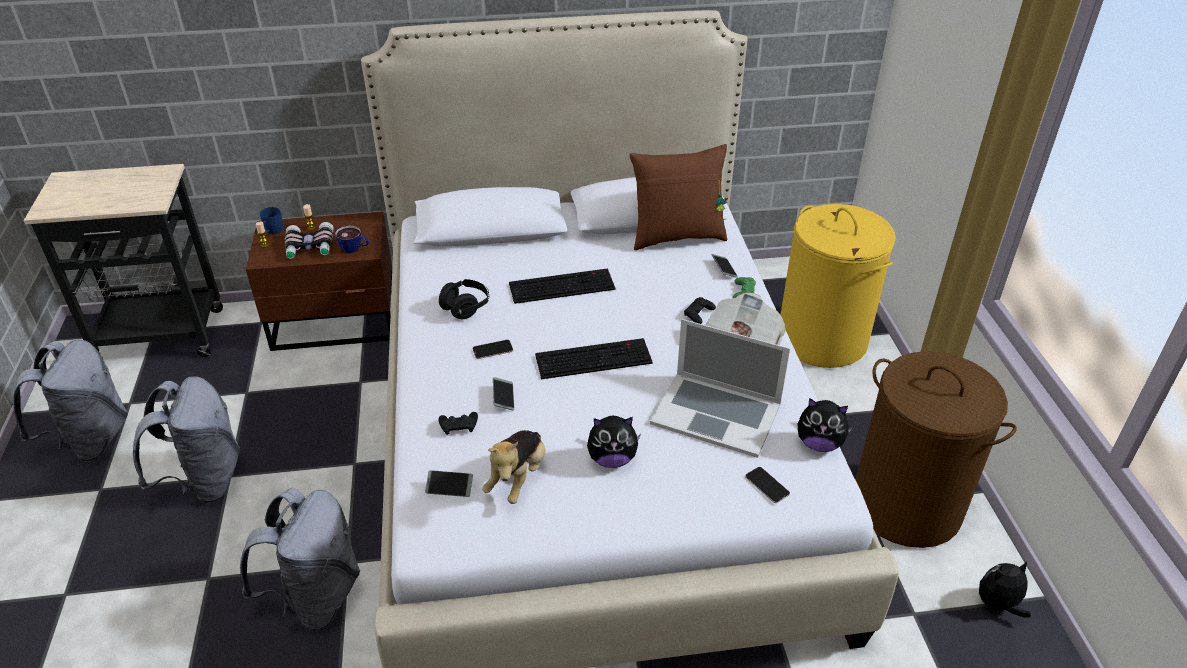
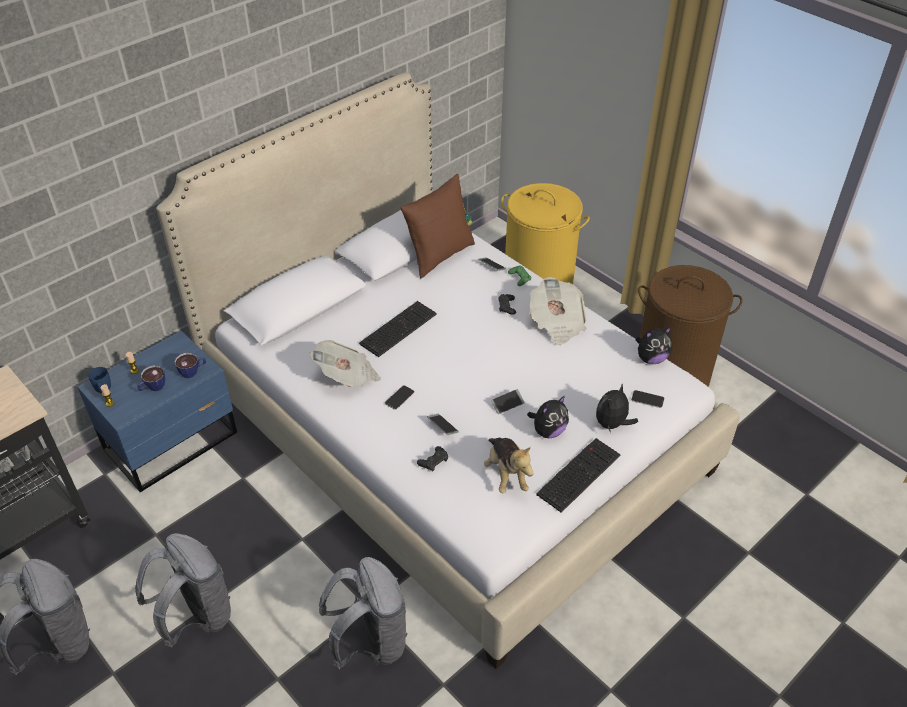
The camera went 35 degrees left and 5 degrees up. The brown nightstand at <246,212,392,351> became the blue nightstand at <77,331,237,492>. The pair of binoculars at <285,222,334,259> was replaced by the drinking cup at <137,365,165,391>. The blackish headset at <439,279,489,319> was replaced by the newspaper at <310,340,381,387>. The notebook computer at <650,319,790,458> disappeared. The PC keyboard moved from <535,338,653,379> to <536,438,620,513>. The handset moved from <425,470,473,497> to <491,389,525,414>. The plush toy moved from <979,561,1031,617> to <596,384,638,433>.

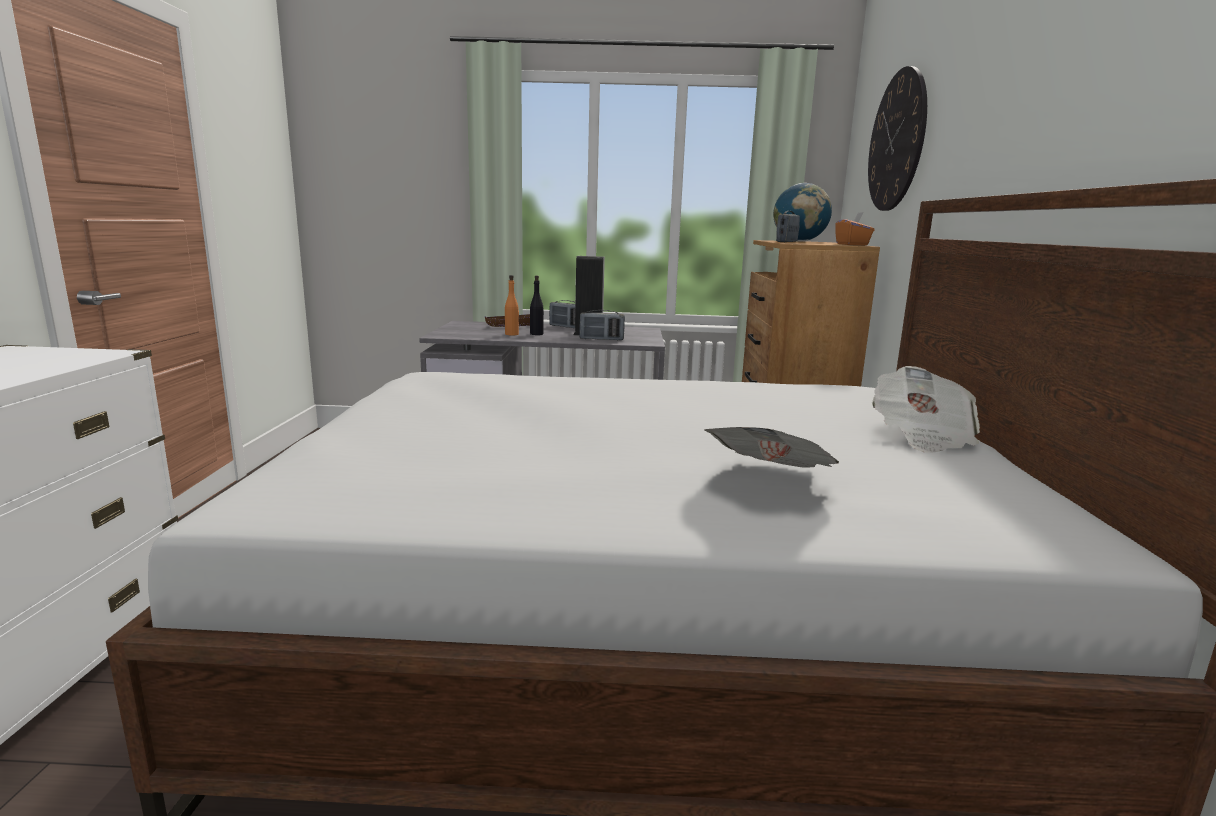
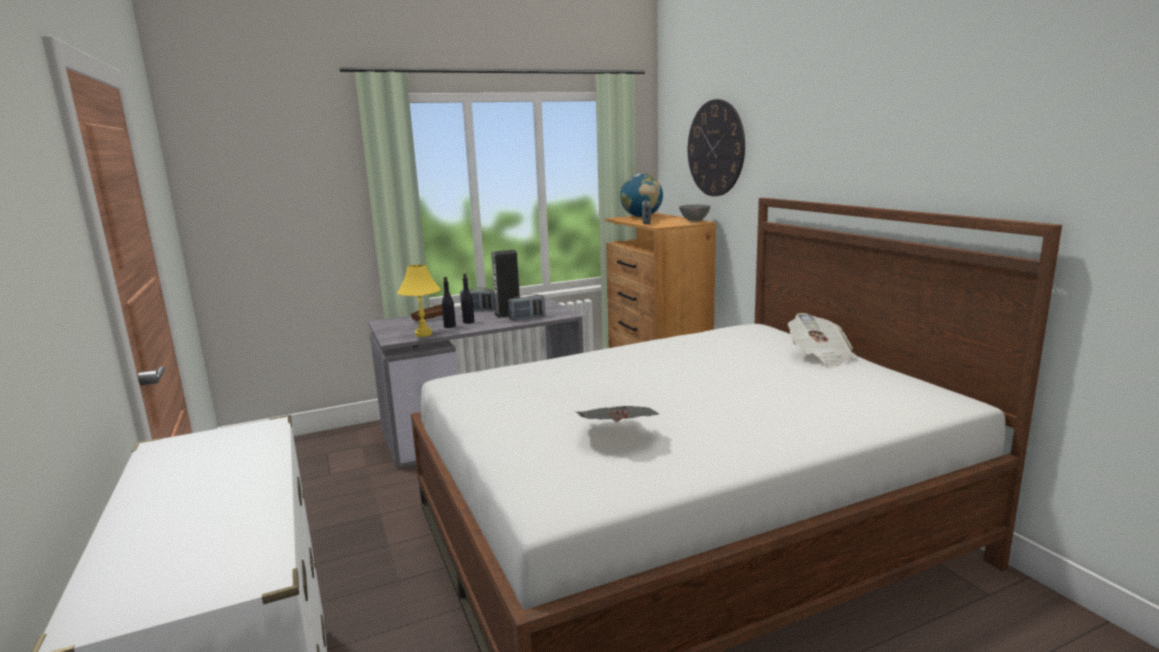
The camera went 25 degrees left and 0 degrees up. The orange-coloured box of tissues at <835,212,875,245> was replaced by the grey serving bowl at <679,204,710,221>. The orange-coloured bottle at <505,275,519,335> became the blackish bottle at <442,277,456,328>. The newspaper moved from <704,427,839,468> to <576,406,659,422>. The yellow-coloured lamp for a table at <397,264,441,337> appeared.

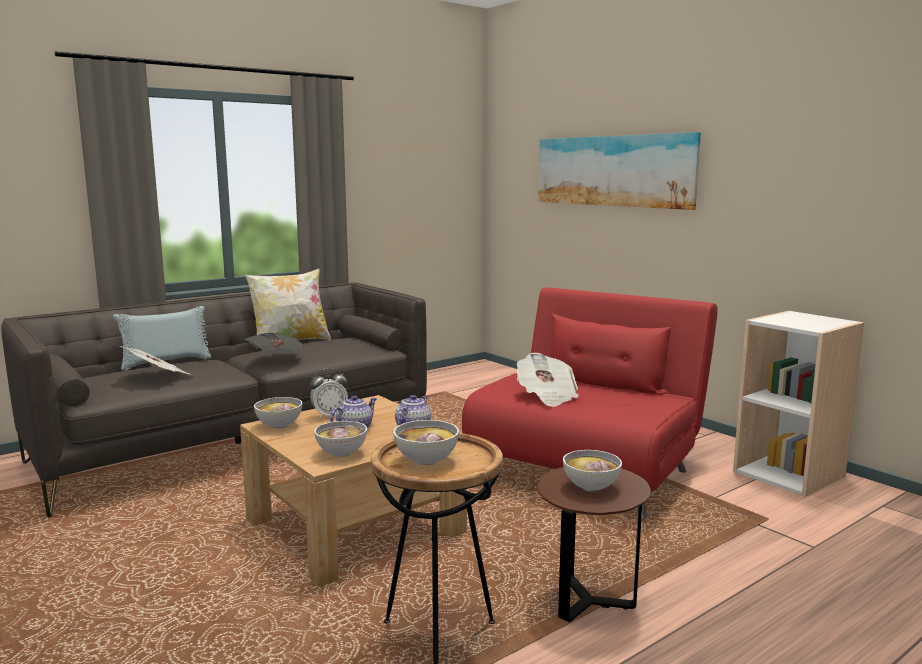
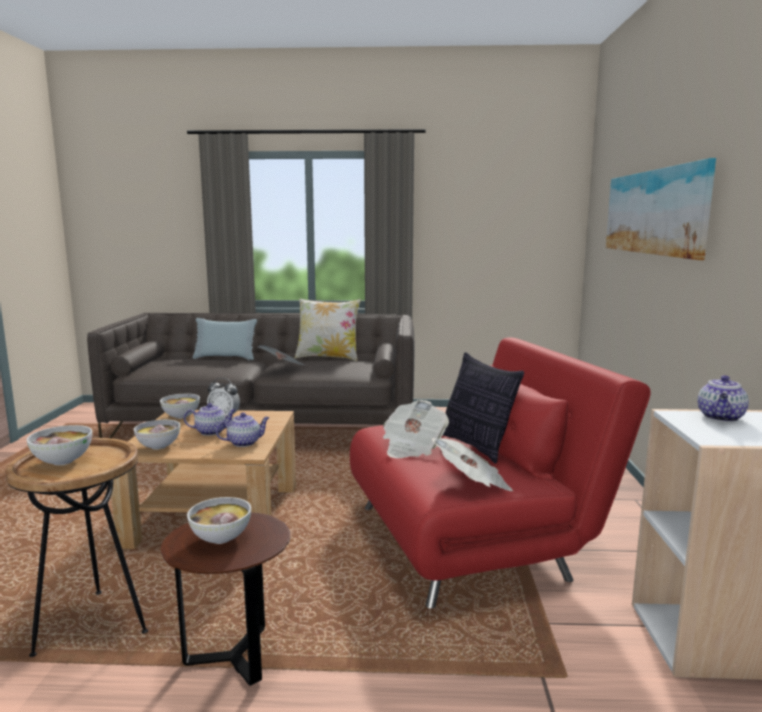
The camera went 40 degrees right and 0 degrees up. The newspaper moved from <119,346,193,375> to <432,438,514,491>. The throw pillow at <443,352,524,464> appeared. The teapot at <698,375,749,422> appeared.

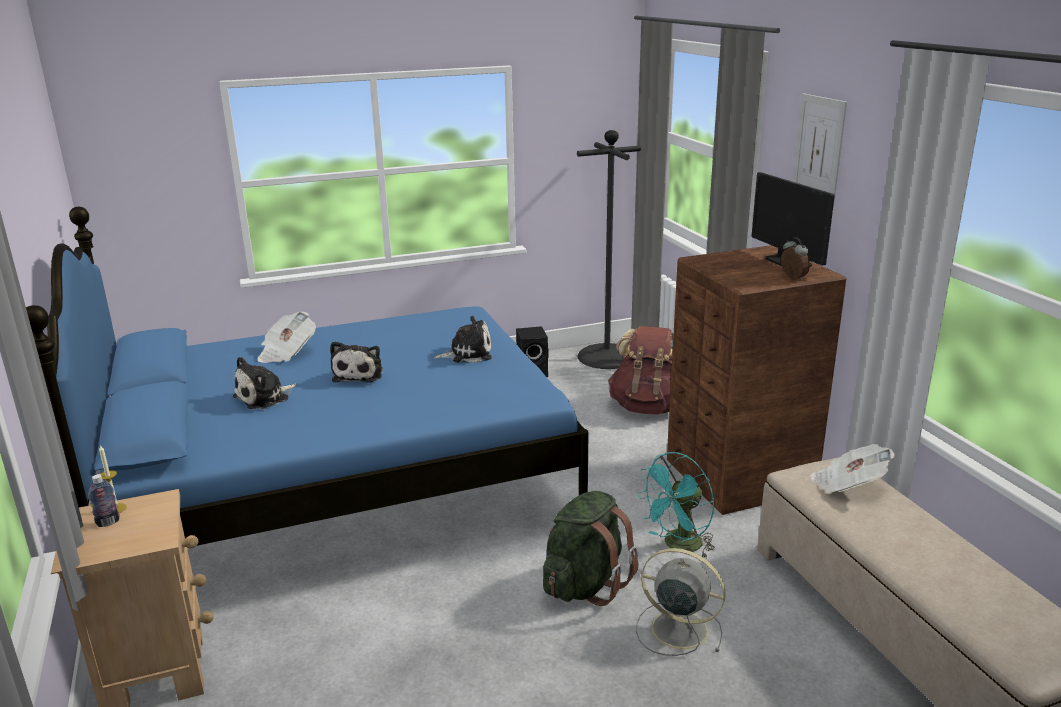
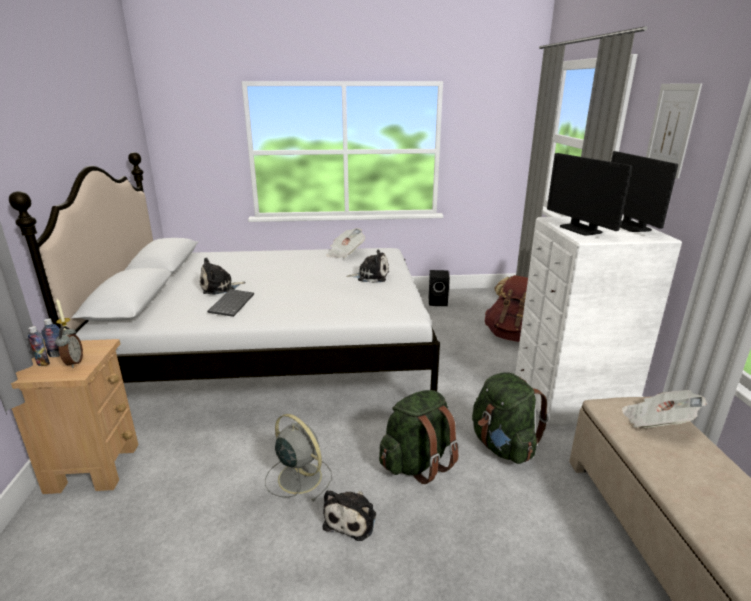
The camera went 15 degrees right and 0 degrees up. The blackish clothes rack at <577,130,641,369> disappeared. The blue bed at <26,207,589,548> became the white-coloured bed at <9,152,440,391>. The table clock moved from <781,237,810,281> to <55,326,83,368>. The brown chest of drawers at <667,245,847,515> became the white-coloured chest of drawers at <515,215,682,427>. The newspaper moved from <257,311,316,363> to <326,228,365,258>. The plush toy moved from <330,341,383,383> to <323,490,376,541>. The turquoise fan at <636,452,715,558> was replaced by the green-coloured knapsack at <472,372,549,464>. The grey fan moved from <636,548,726,656> to <265,414,332,502>. The monitor at <547,153,632,236> appeared. The PC keyboard at <207,289,254,317> appeared. The bottle at <28,326,50,366> appeared.

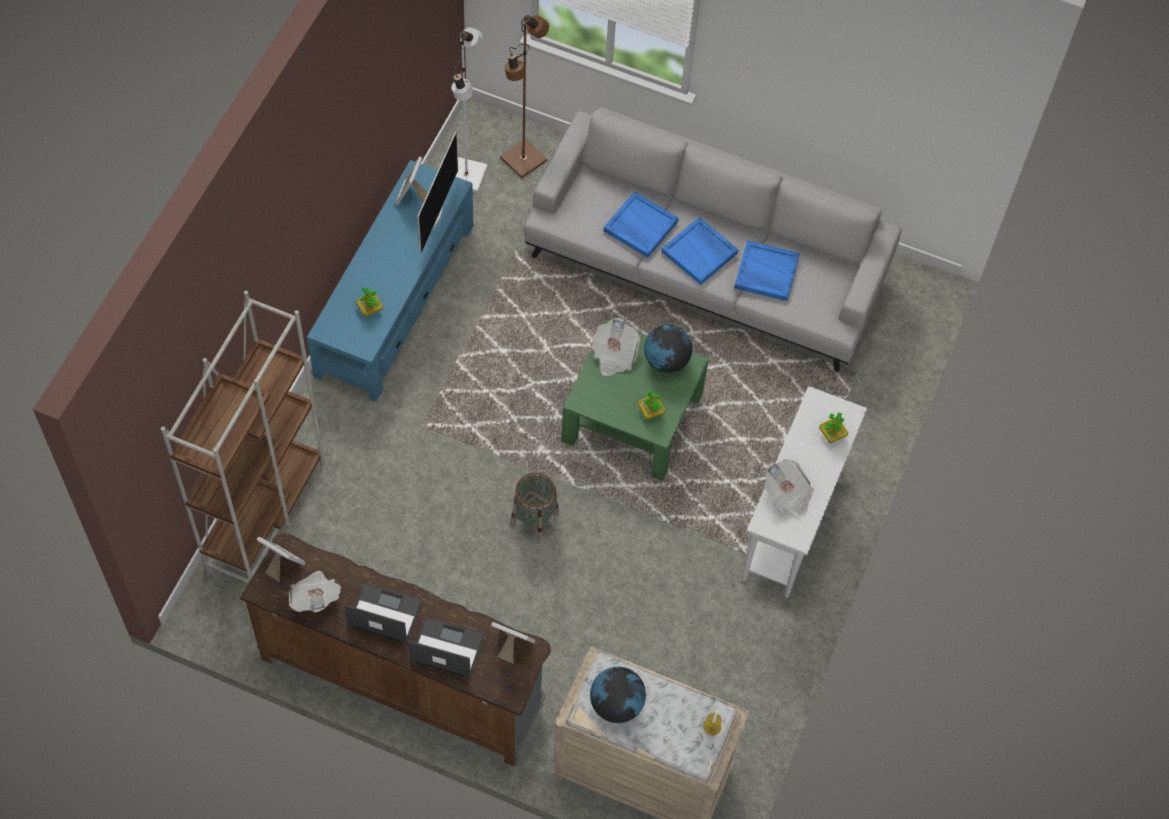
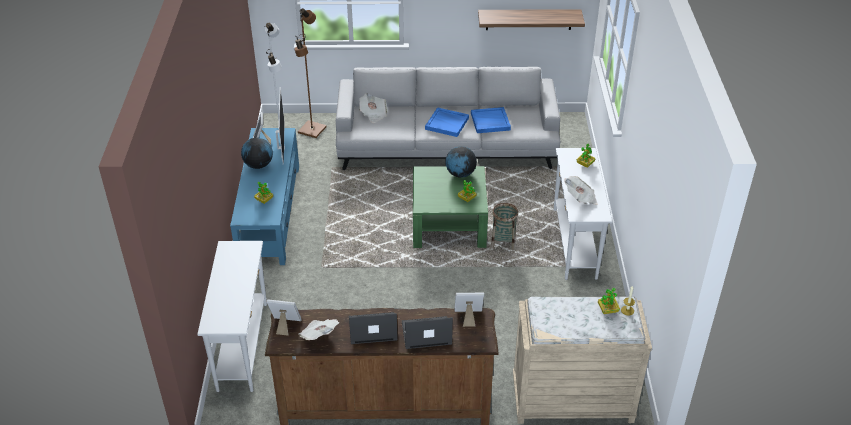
The camera went 20 degrees left and 20 degrees down. The blue tray at <603,191,679,258> disappeared. The brown bookcase at <161,290,325,583> was replaced by the white-coloured console table at <197,241,267,392>. The newspaper moved from <591,318,640,376> to <359,93,387,123>. The basket moved from <511,473,559,540> to <491,203,518,251>. The world globe moved from <590,667,646,723> to <241,138,273,169>. The bracket shelf at <478,9,585,30> appeared. The houseplant at <598,288,620,314> appeared.

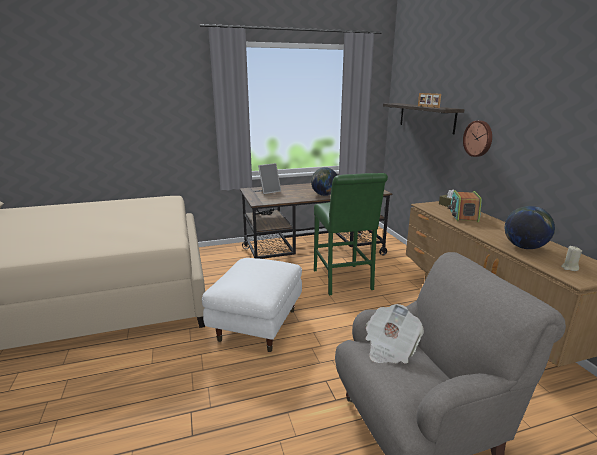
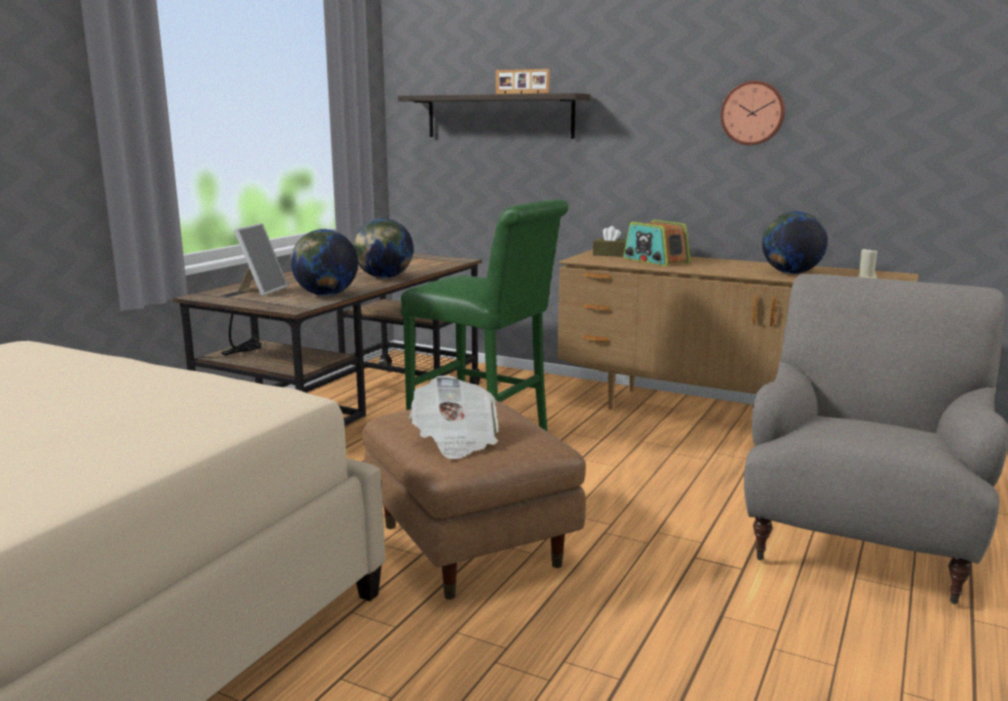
The camera went 45 degrees left and 5 degrees down. The wall clock moved from <463,121,492,157> to <721,81,785,145>. The white-coloured footrest at <202,258,302,352> became the brown footrest at <363,400,586,600>. The newspaper moved from <365,304,424,364> to <409,375,498,459>. The world globe at <291,229,358,296> appeared.

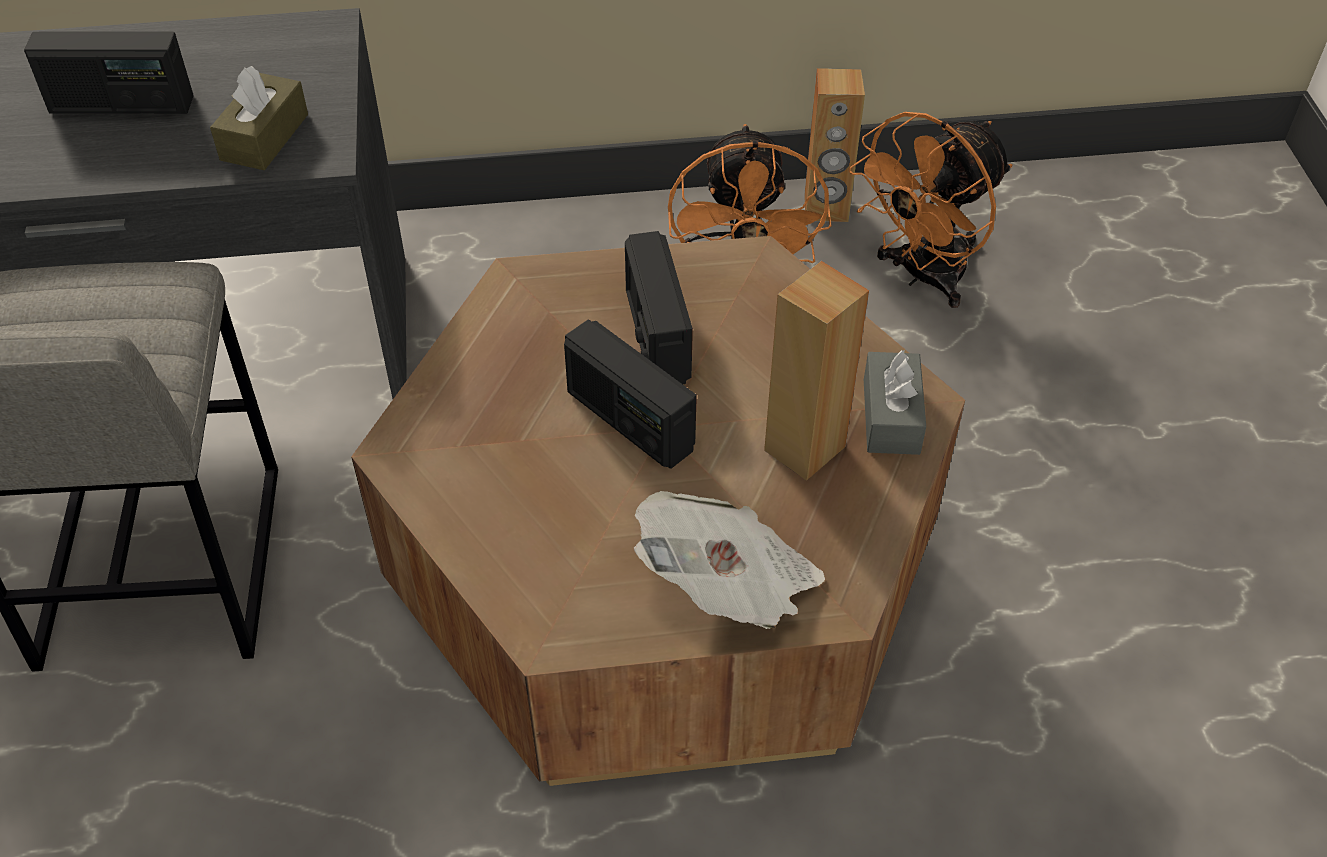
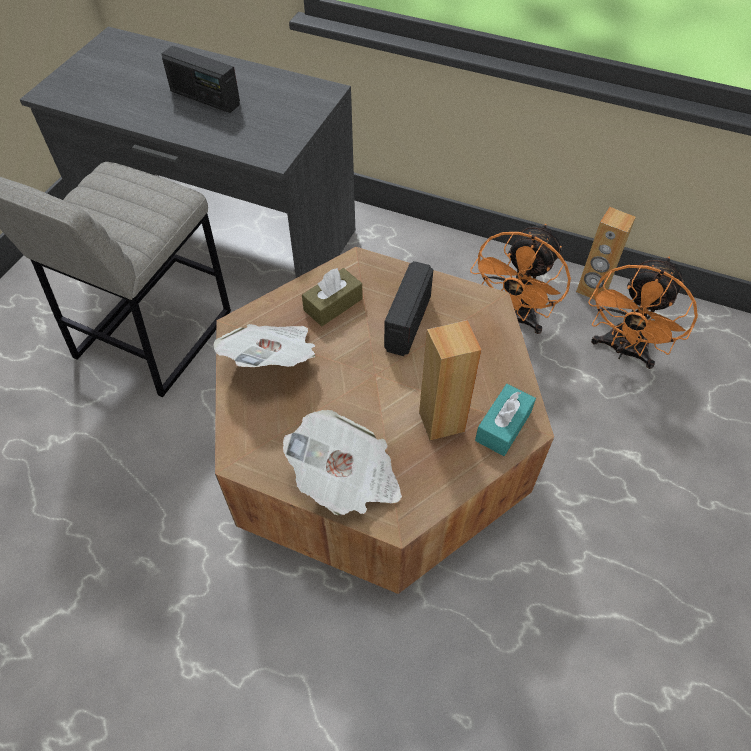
The camera went 30 degrees right and 5 degrees up. The brown box of tissues moved from <210,66,308,170> to <302,268,363,326>. The orange-coloured fan at <849,112,1012,308> turned 45 degrees counterclockwise. The radio receiver at <564,320,697,469> disappeared. The grey box of tissues at <864,350,926,455> became the turquoise box of tissues at <475,384,536,456>. The newspaper at <214,324,315,367> appeared.

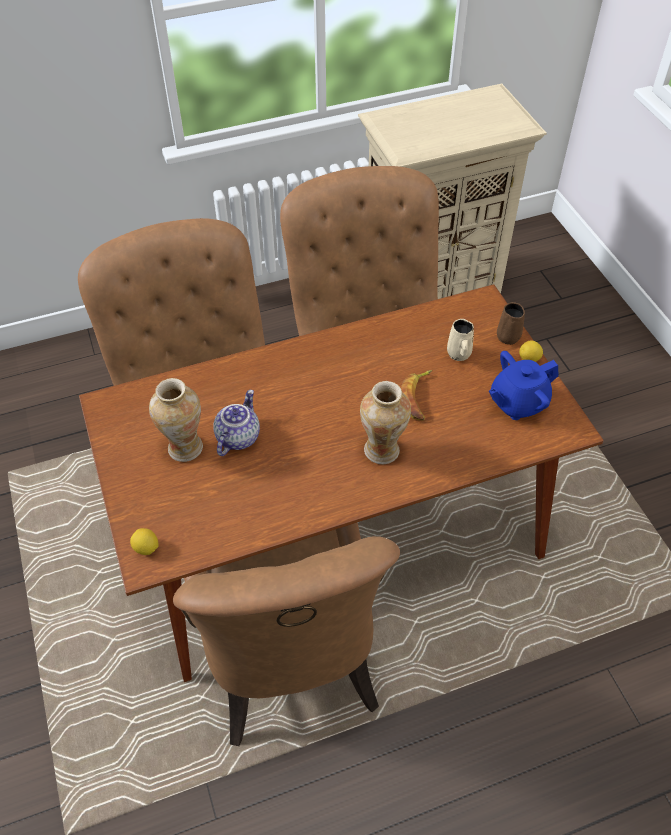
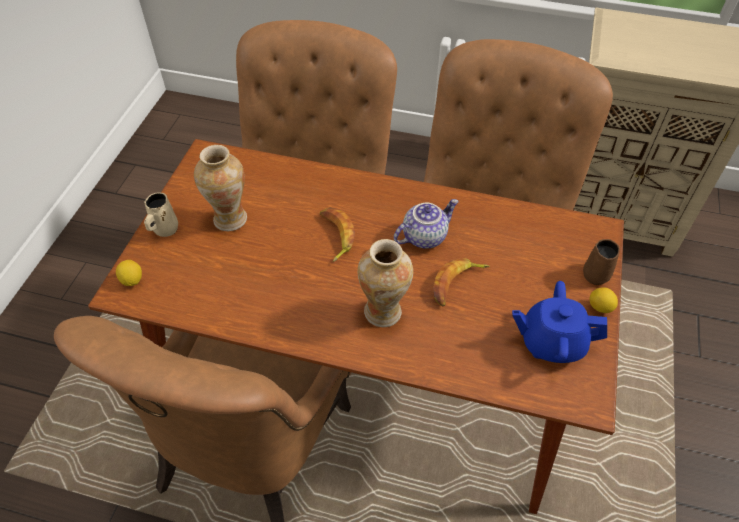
The camera went 35 degrees right and 0 degrees up. The sand-coloured mug moved from <447,319,474,361> to <144,192,178,237>. The teapot moved from <213,390,260,456> to <394,199,459,249>. The whole banana at <320,208,355,262> appeared.

